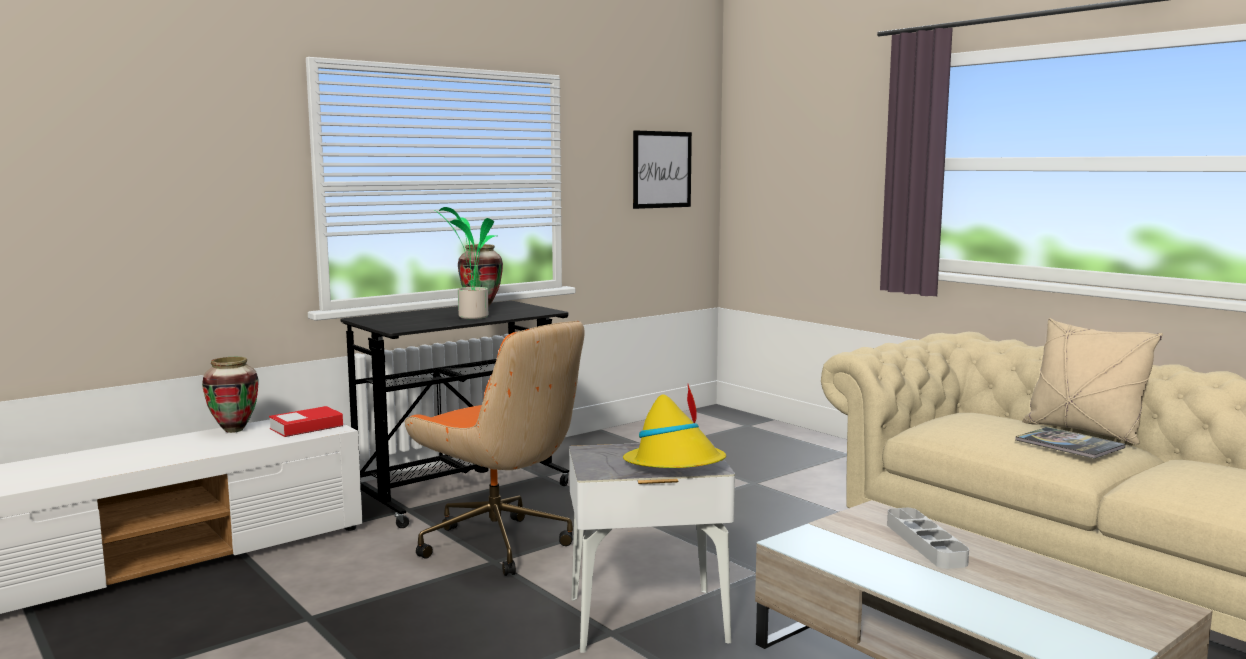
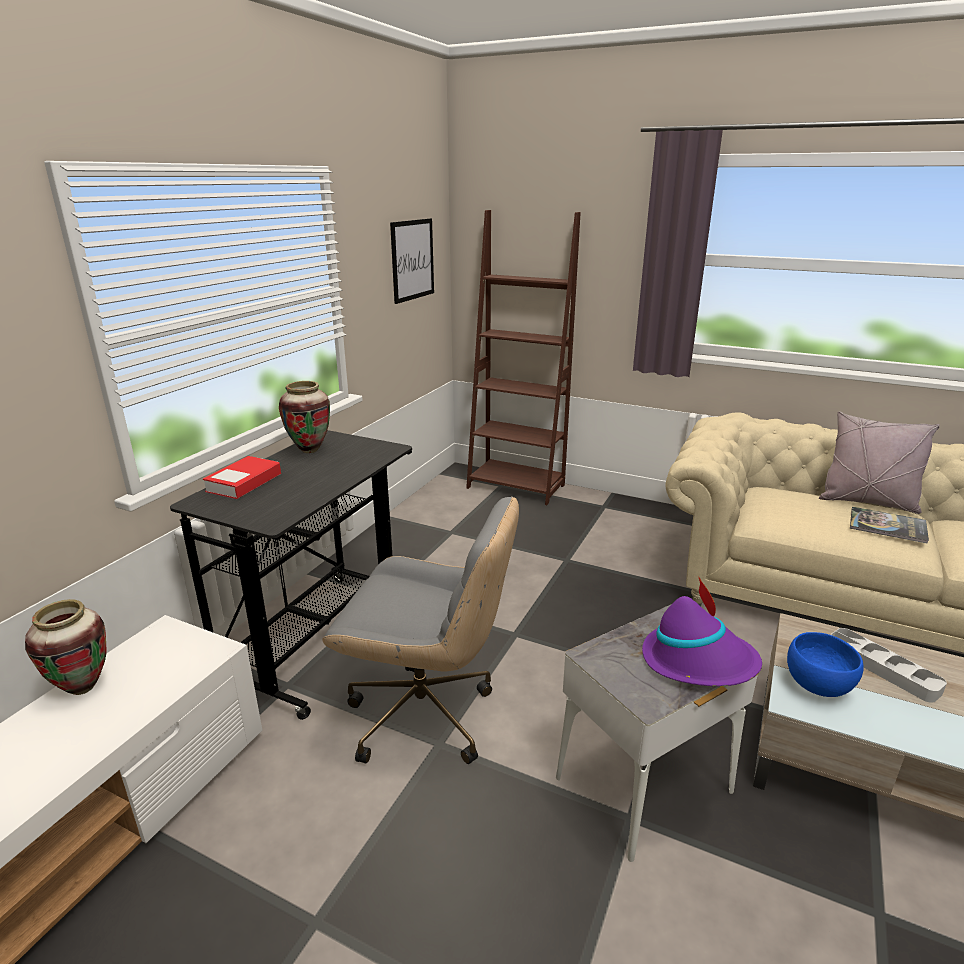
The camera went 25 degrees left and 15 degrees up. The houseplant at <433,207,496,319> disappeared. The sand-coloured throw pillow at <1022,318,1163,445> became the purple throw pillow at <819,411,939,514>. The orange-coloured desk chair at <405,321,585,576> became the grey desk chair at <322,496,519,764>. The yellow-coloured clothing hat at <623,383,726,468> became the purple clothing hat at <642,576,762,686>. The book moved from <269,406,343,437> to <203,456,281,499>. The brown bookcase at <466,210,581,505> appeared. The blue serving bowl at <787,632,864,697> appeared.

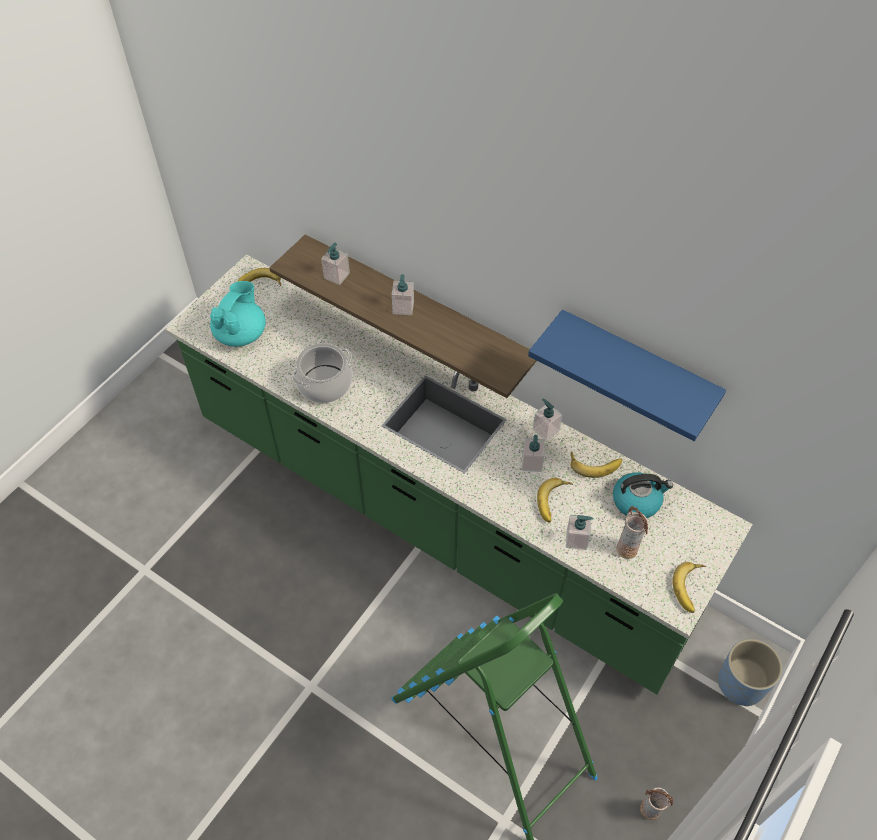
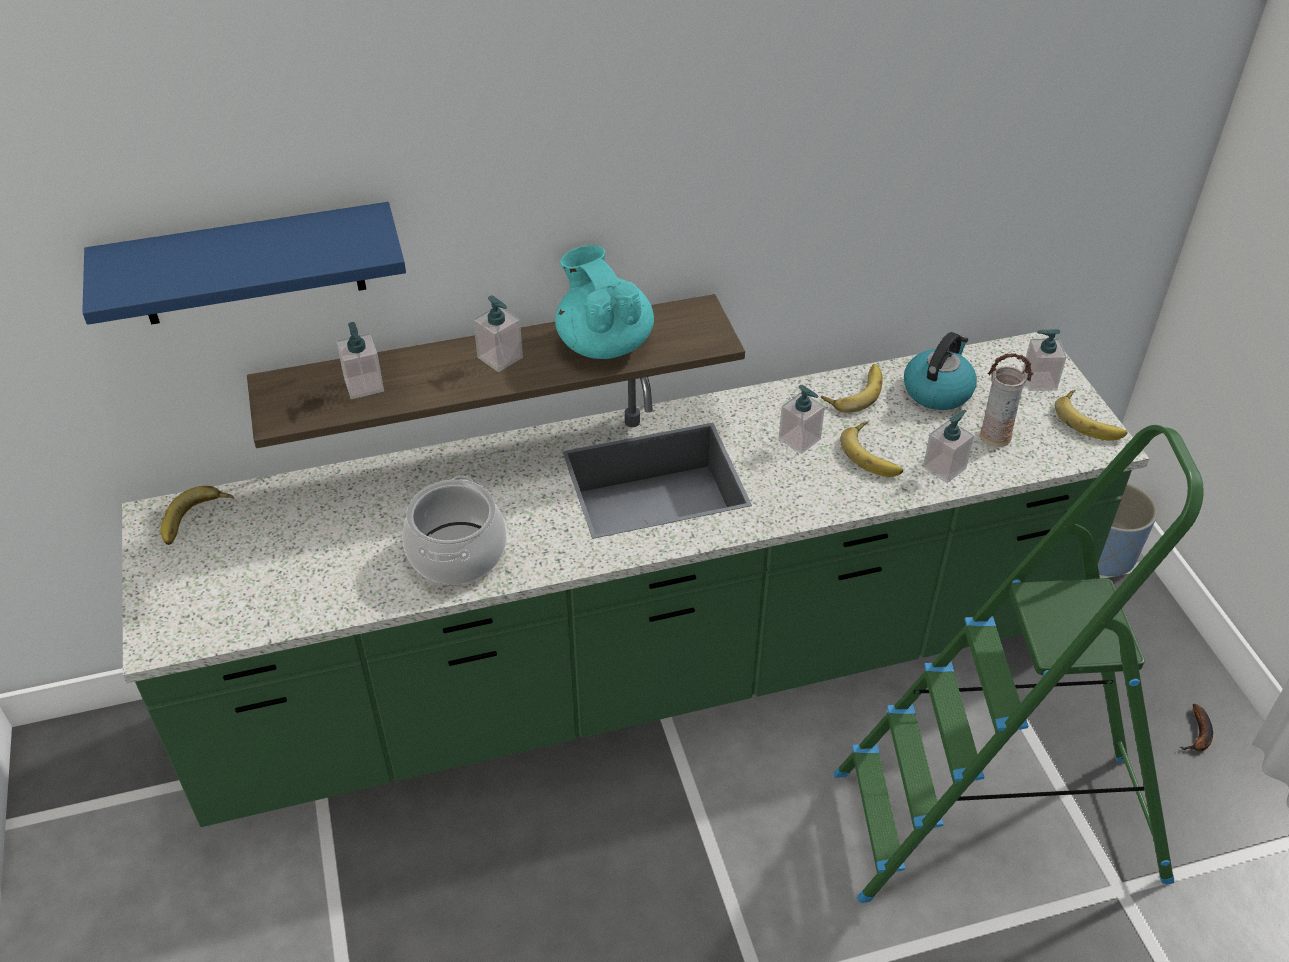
The camera went 50 degrees left and 10 degrees down. The turquoise teapot moved from <210,281,266,347> to <555,245,654,359>. The blue bracket shelf moved from <528,309,726,441> to <82,202,406,325>. The liquid soap bottle moved from <533,399,562,441> to <1022,329,1067,391>. The decorative vase at <640,787,673,820> was replaced by the whole banana at <1180,704,1213,751>.

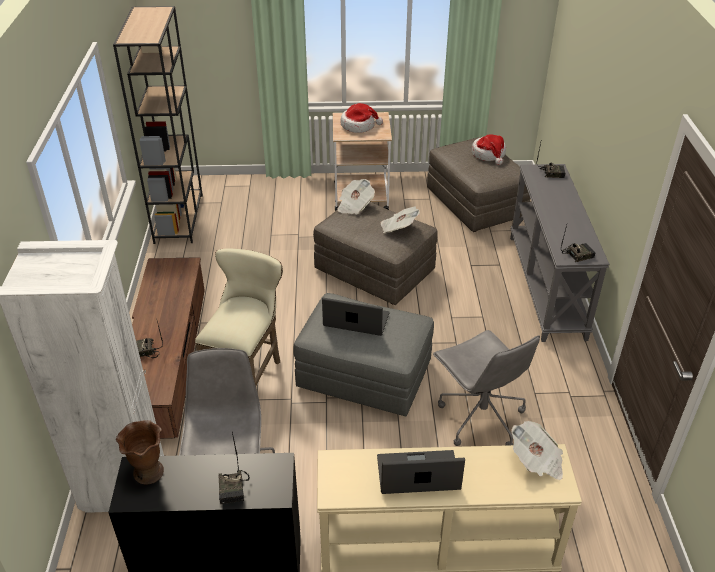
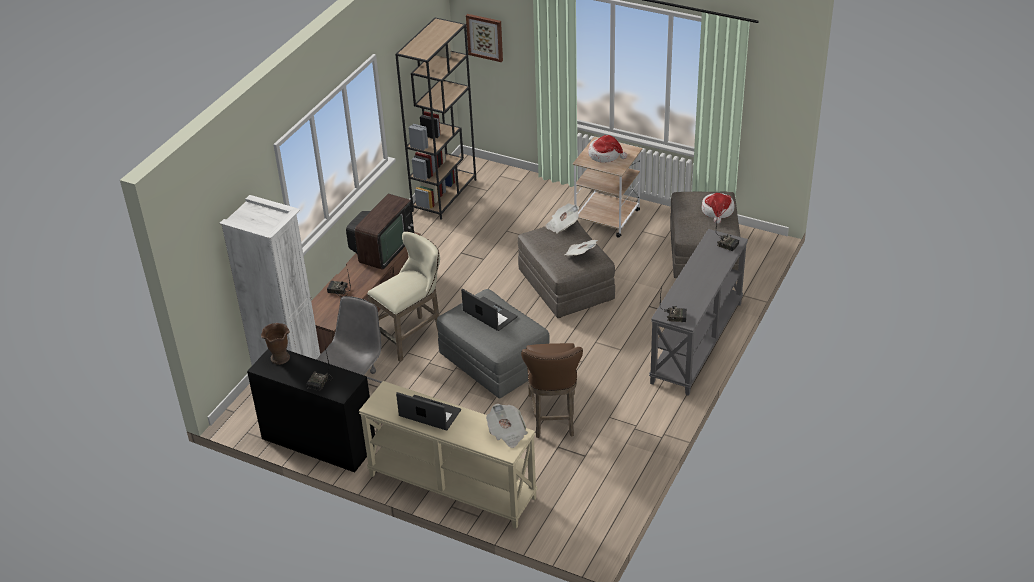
The camera went 30 degrees right and 0 degrees up. The grey desk chair at <433,330,540,446> was replaced by the brown sitting stool at <521,343,583,438>. The picture at <466,14,503,62> appeared. The TV at <346,194,415,270> appeared.

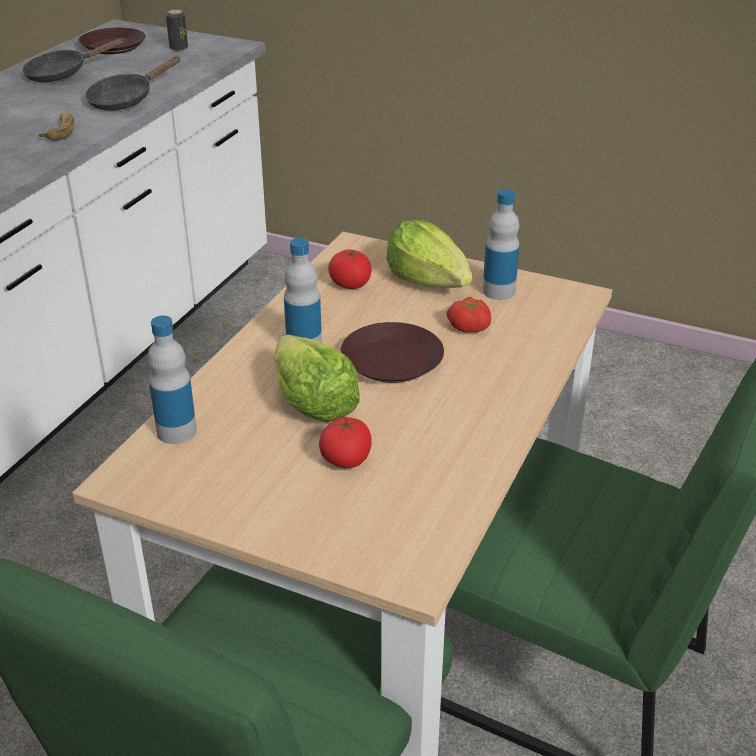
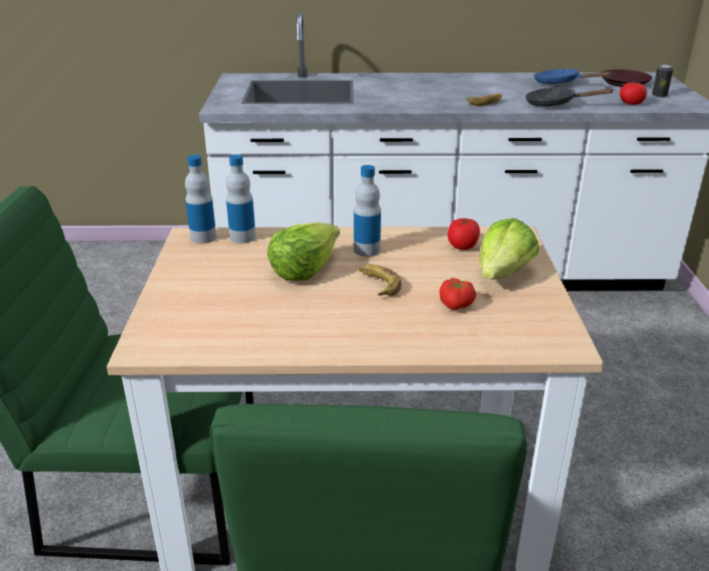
The camera went 65 degrees right and 5 degrees down. The blackish frying pan at <22,38,125,82> became the blue frying pan at <534,69,612,84>. The bottle moved from <483,189,519,300> to <185,155,216,244>. The brown plate at <341,322,444,383> was replaced by the whole banana at <358,264,401,296>. The whole tomato moved from <319,417,372,468> to <620,82,647,105>.

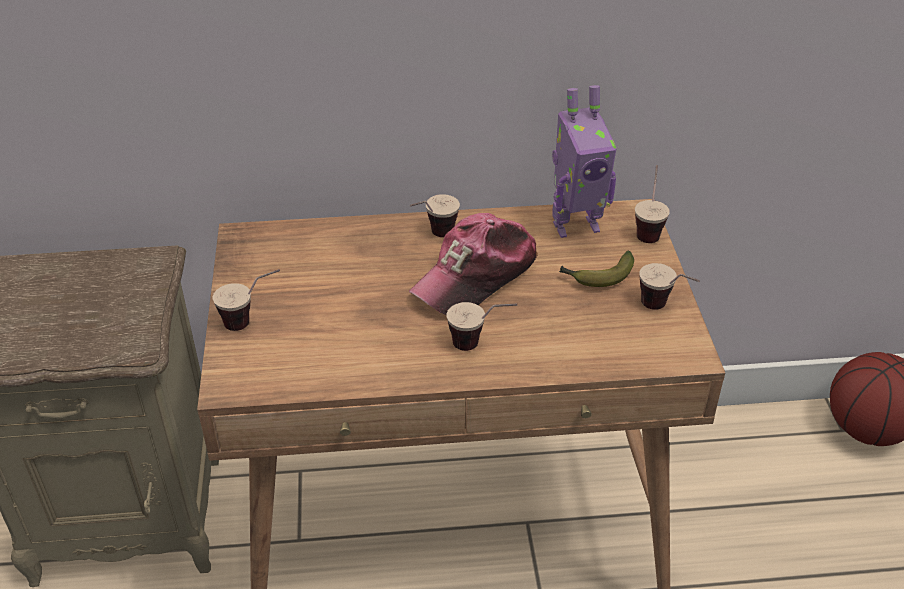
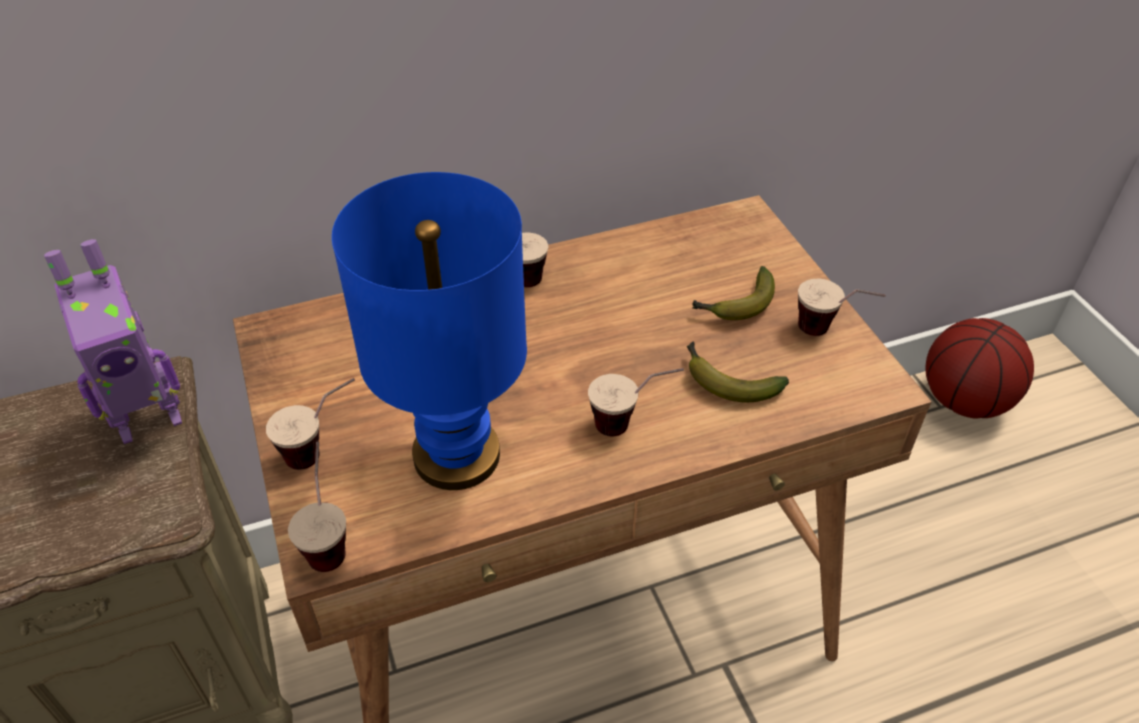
The camera went 15 degrees left and 5 degrees up. The model robot moved from <552,85,617,238> to <44,239,182,444>. The drinking cup moved from <635,165,670,243> to <288,442,346,572>. The baseball cap at <409,213,538,315> disappeared. The blue lamp for a table at <332,172,527,490> appeared. The whole banana at <687,341,789,402> appeared.

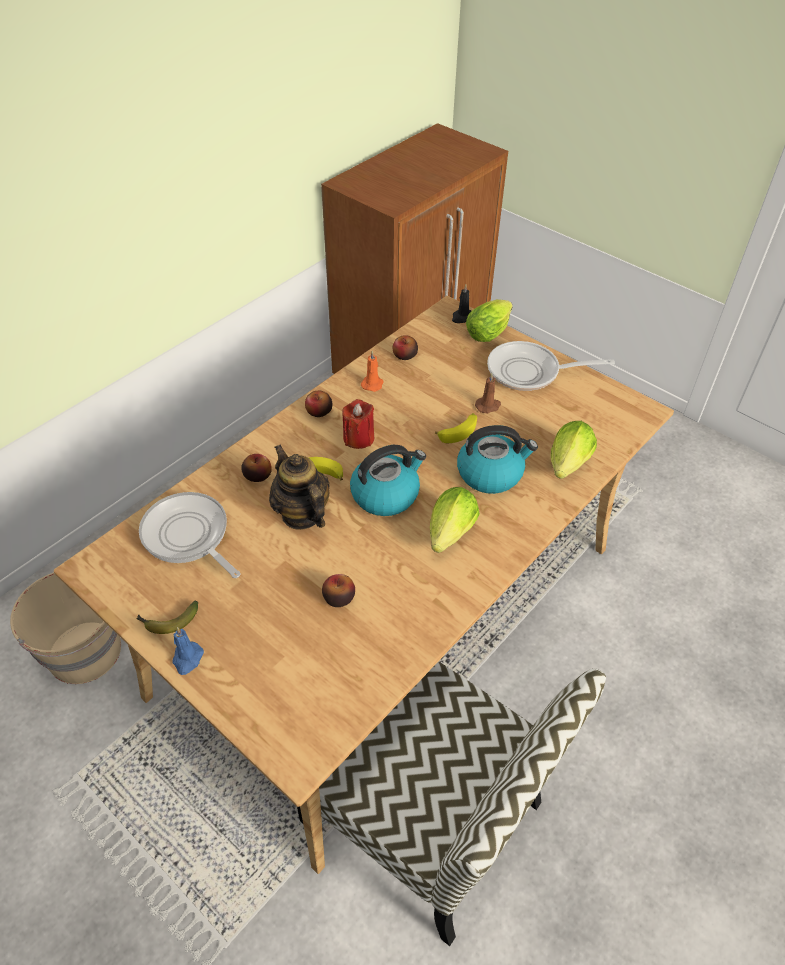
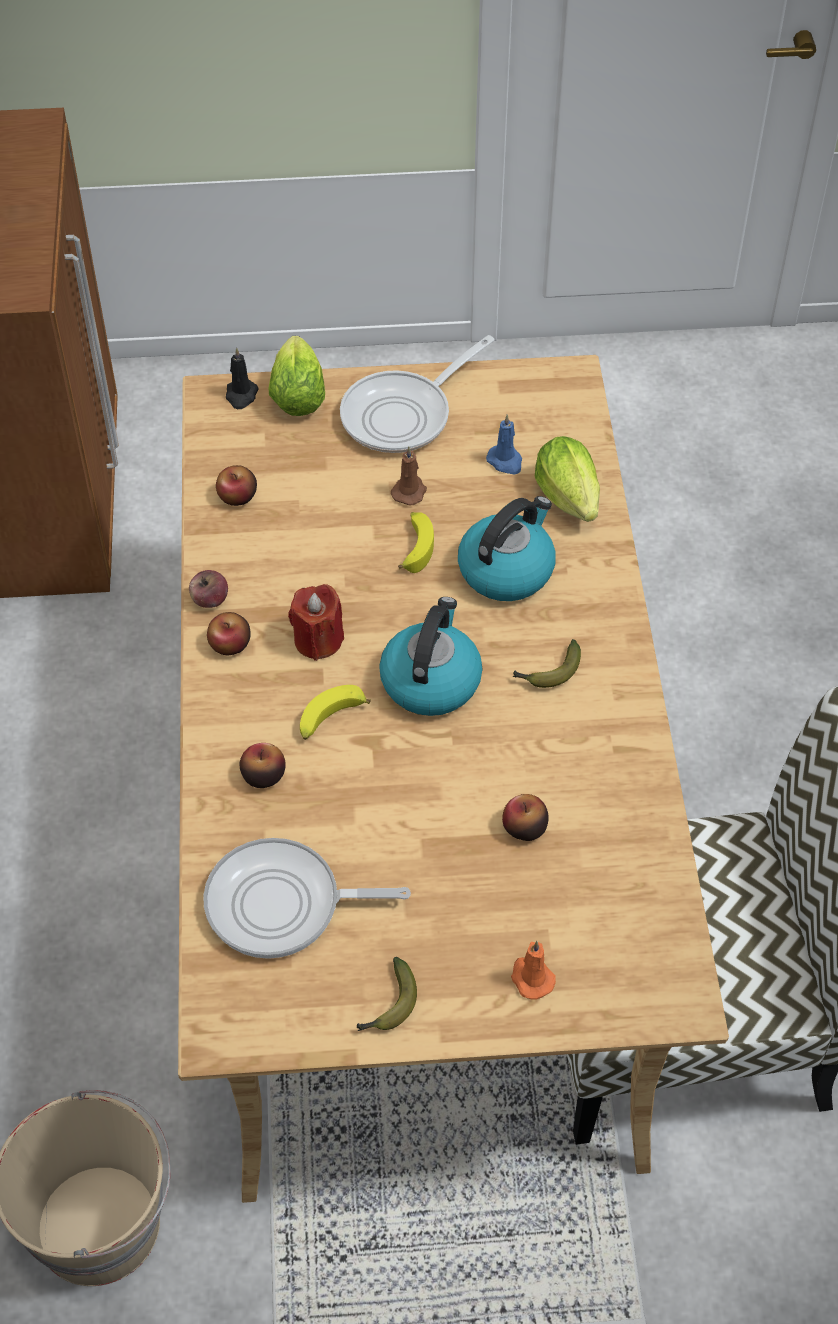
The camera went 45 degrees left and 5 degrees up. The orange-coloured wax candle moved from <361,351,383,392> to <511,941,556,1000>. The teapot at <269,444,330,530> disappeared. The head of lettuce at <430,487,480,553> was replaced by the whole banana at <513,639,581,688>. The blue wax candle moved from <173,627,204,675> to <486,414,522,475>. The apple fruit at <189,570,228,608> appeared.

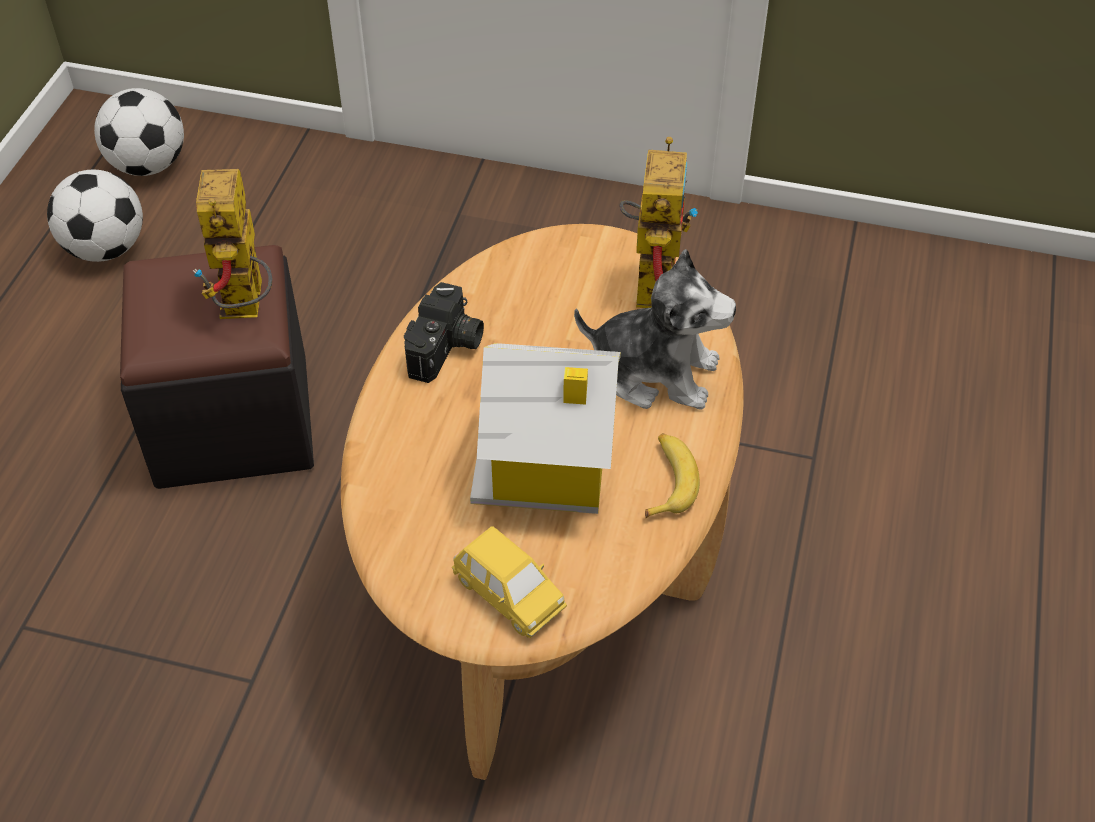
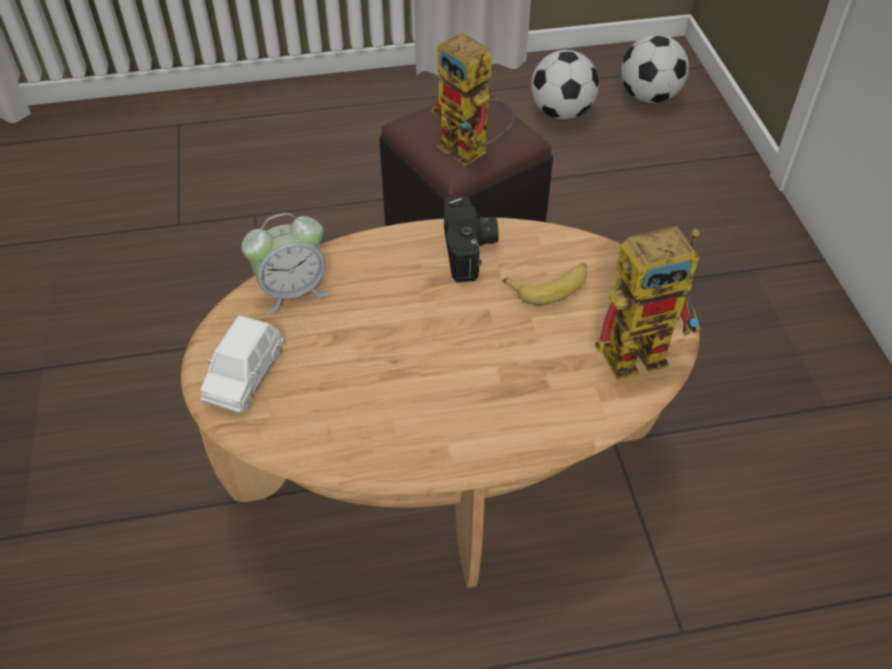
The camera went 65 degrees right and 0 degrees up. The model robot at <193,169,272,319> turned 105 degrees counterclockwise. The plush toy at <574,249,736,410> disappeared. The photo camera at <404,282,484,383> turned 90 degrees counterclockwise. The toy house at <470,343,621,514> disappeared. The whole banana moved from <645,433,700,518> to <502,263,587,305>. The yellow-coloured miniature car at <452,526,567,638> became the white-coloured miniature car at <200,315,284,413>. The table clock at <241,213,330,314> appeared.

